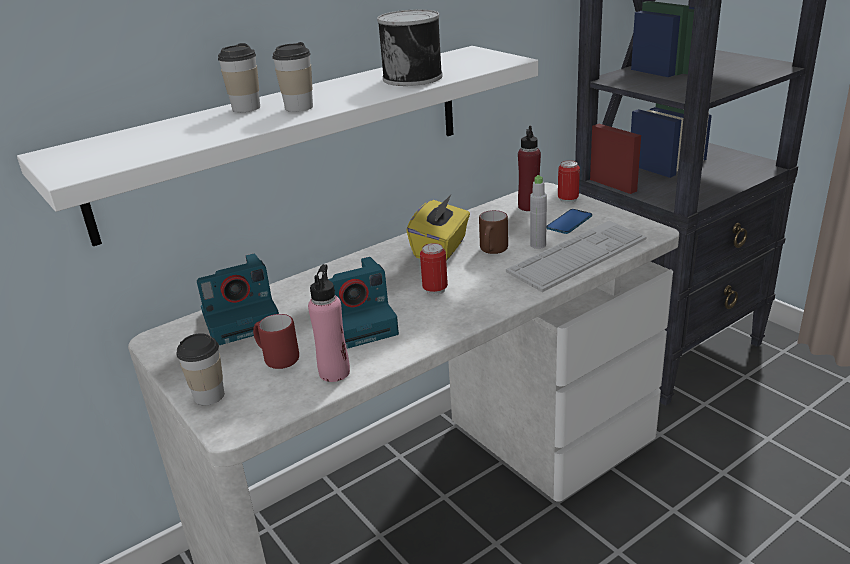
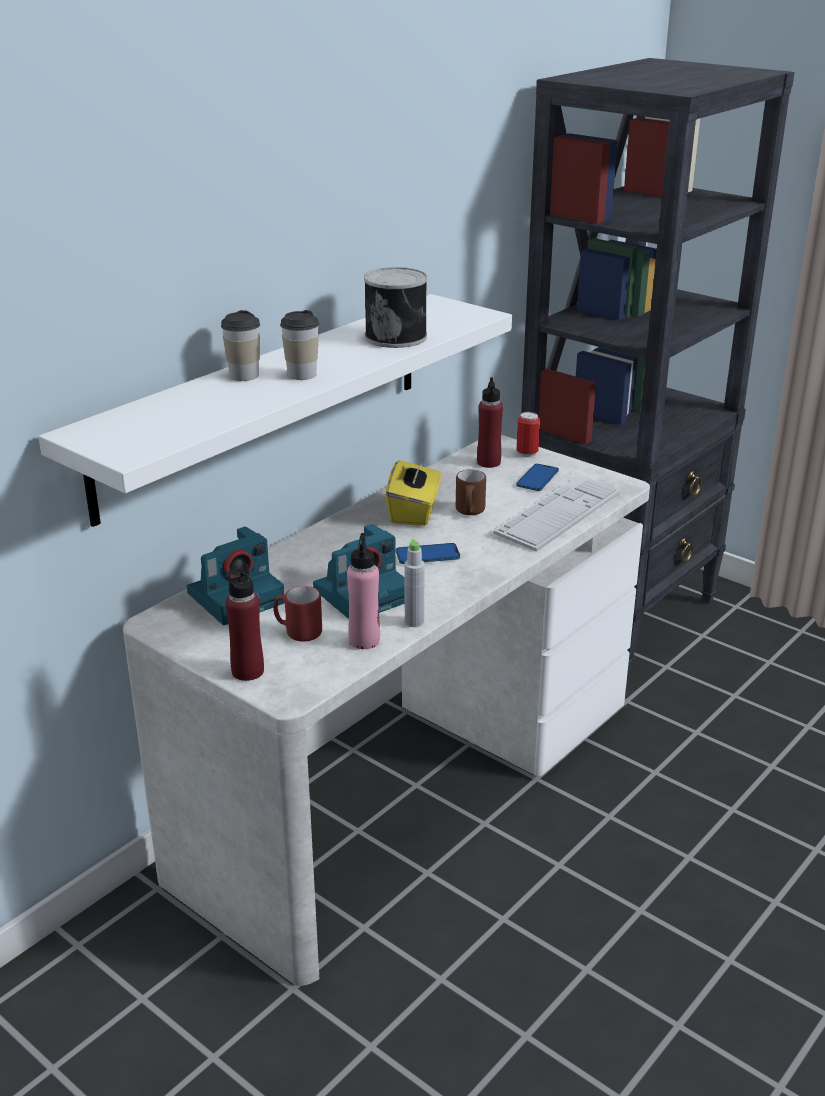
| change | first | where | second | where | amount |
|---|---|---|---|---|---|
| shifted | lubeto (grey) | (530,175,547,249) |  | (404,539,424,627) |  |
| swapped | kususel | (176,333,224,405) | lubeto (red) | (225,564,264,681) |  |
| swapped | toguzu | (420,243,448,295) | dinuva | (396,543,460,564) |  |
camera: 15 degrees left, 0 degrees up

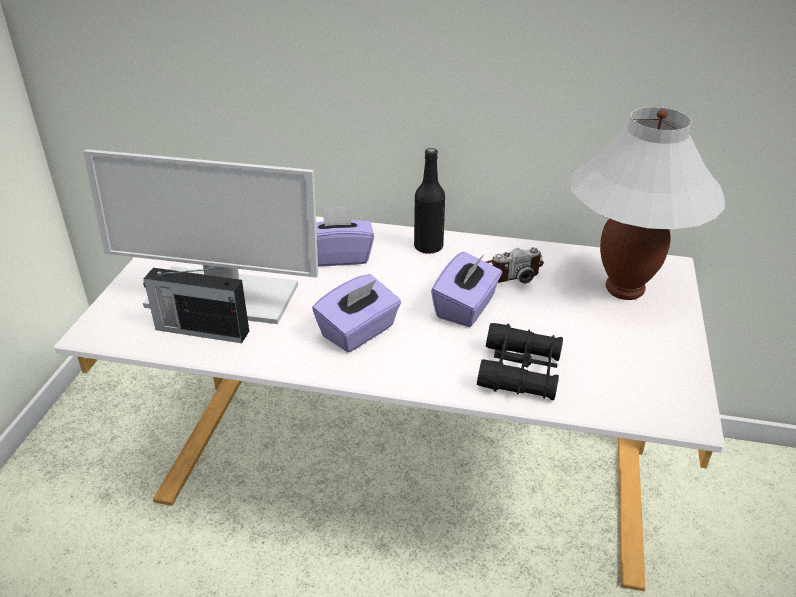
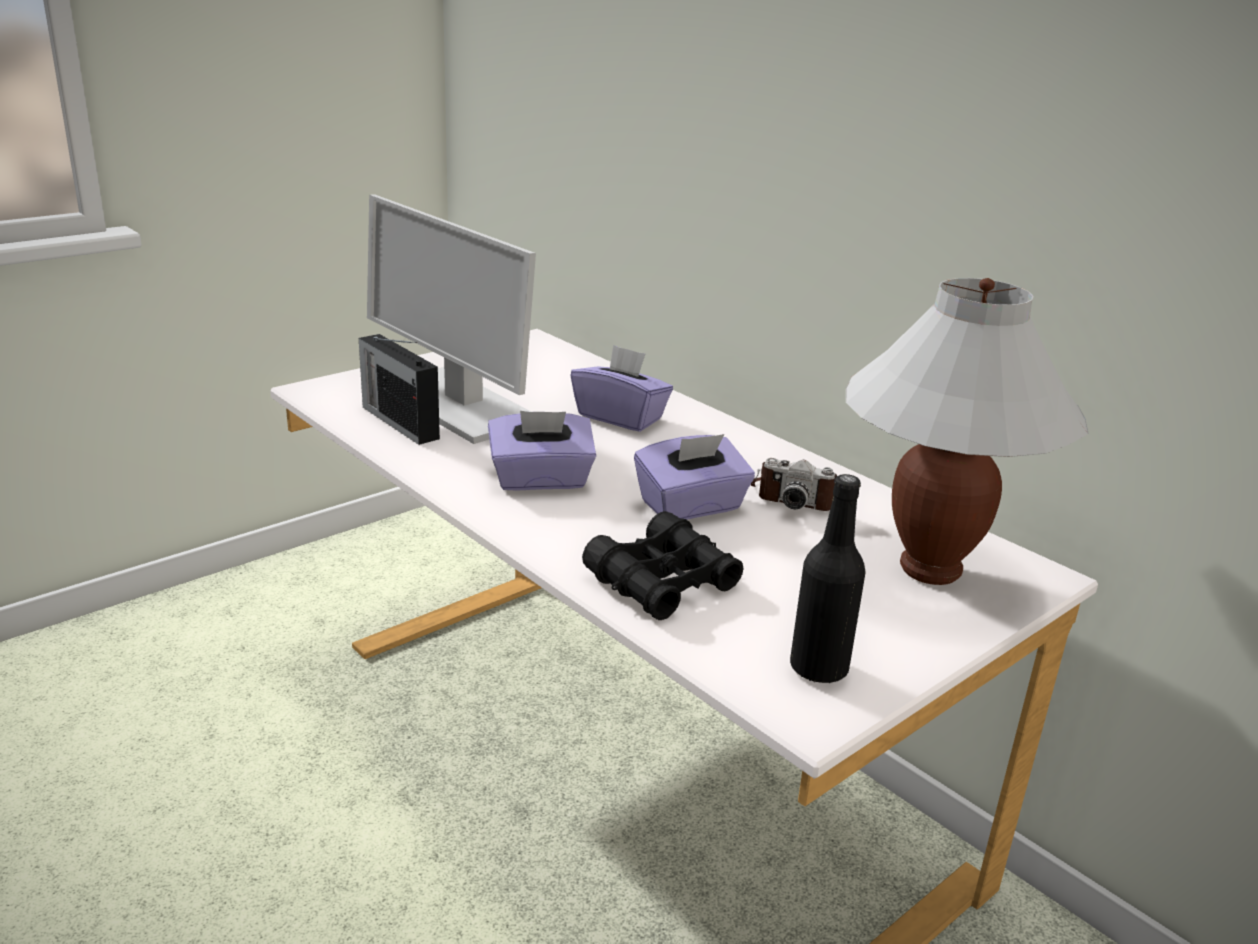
| change | first | where | second | where | amount |
|---|---|---|---|---|---|
| shifted | lubeto (black) | (414,148,445,254) |  | (790,474,865,683) |  |
camera: 35 degrees right, 10 degrees down

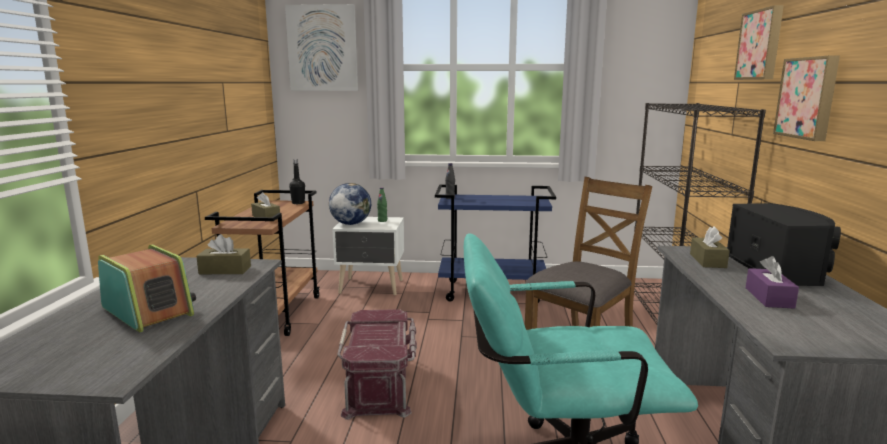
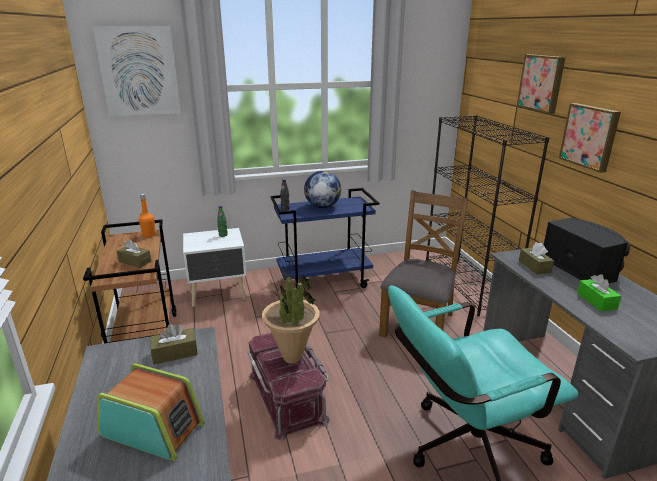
| change | first | where | second | where | amount |
|---|---|---|---|---|---|
| new |  |  | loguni | (262,266,319,364) |  |
| shifted | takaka | (329,183,371,225) |  | (304,171,341,208) |  |
| repainted | lubeto (black) | (289,159,305,204) | lubeto (orange) | (138,194,155,237) |  |
| repainted | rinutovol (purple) | (746,256,799,309) | rinutovol (green) | (577,274,621,312) |  |
camera: 20 degrees left, 10 degrees up

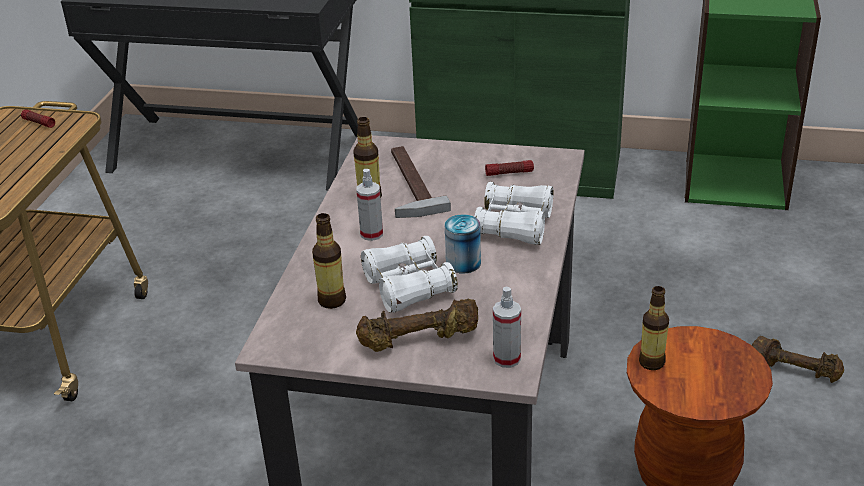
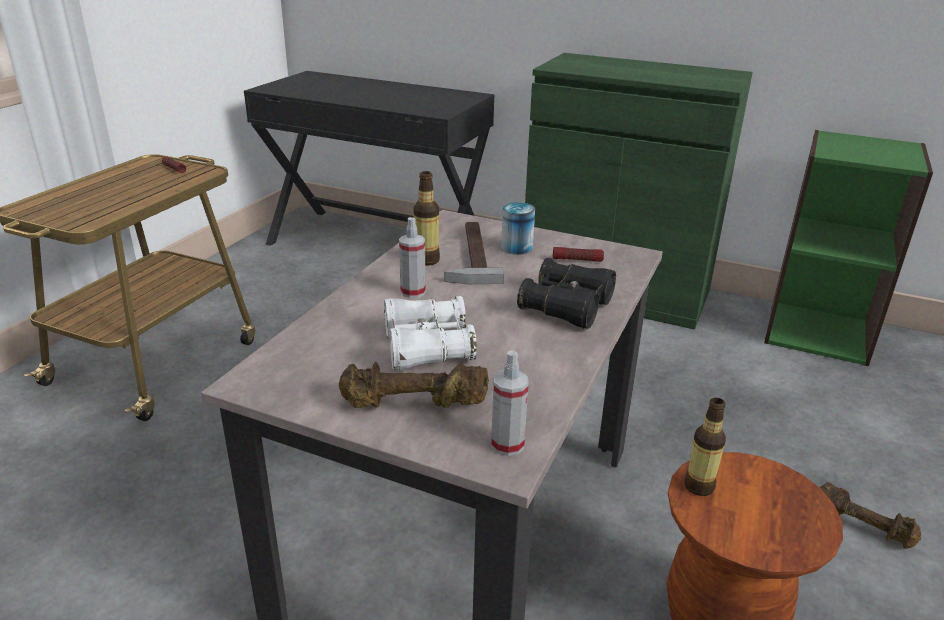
| change | first | where | second | where | amount |
|---|---|---|---|---|---|
| gone | lubeto | (312,213,346,309) |  |  |  |
| shifted | toguzu | (445,215,481,274) |  | (501,202,535,255) |  |
| repainted | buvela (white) | (475,182,553,245) | buvela (black) | (517,258,616,329) |  |
camera: 10 degrees right, 5 degrees down

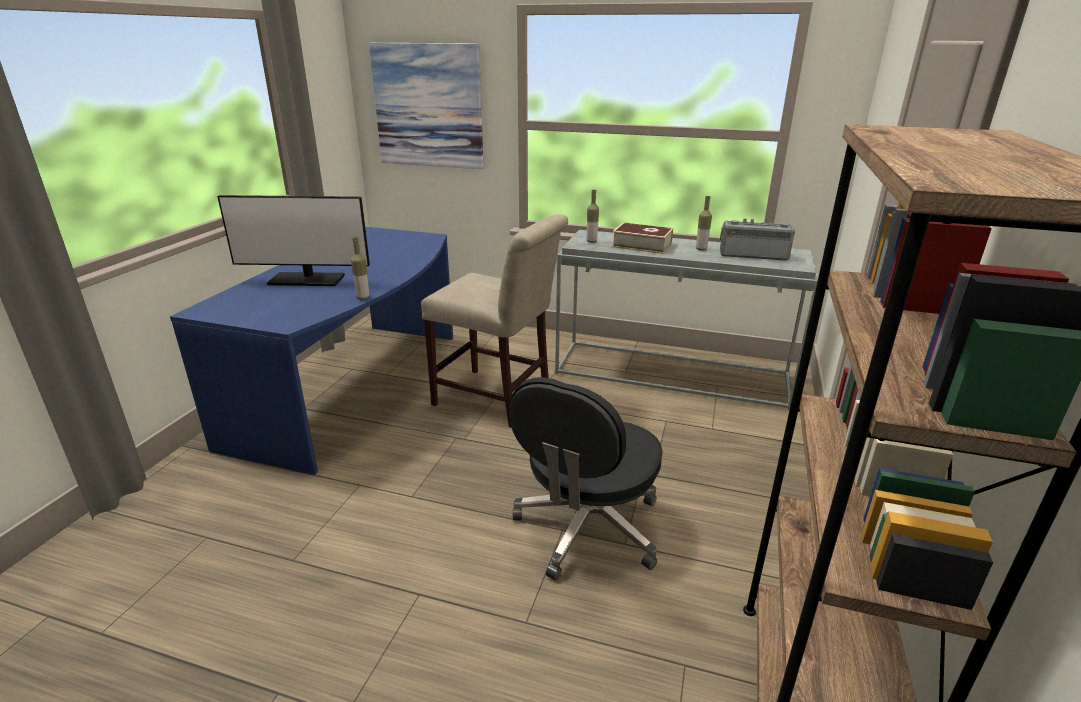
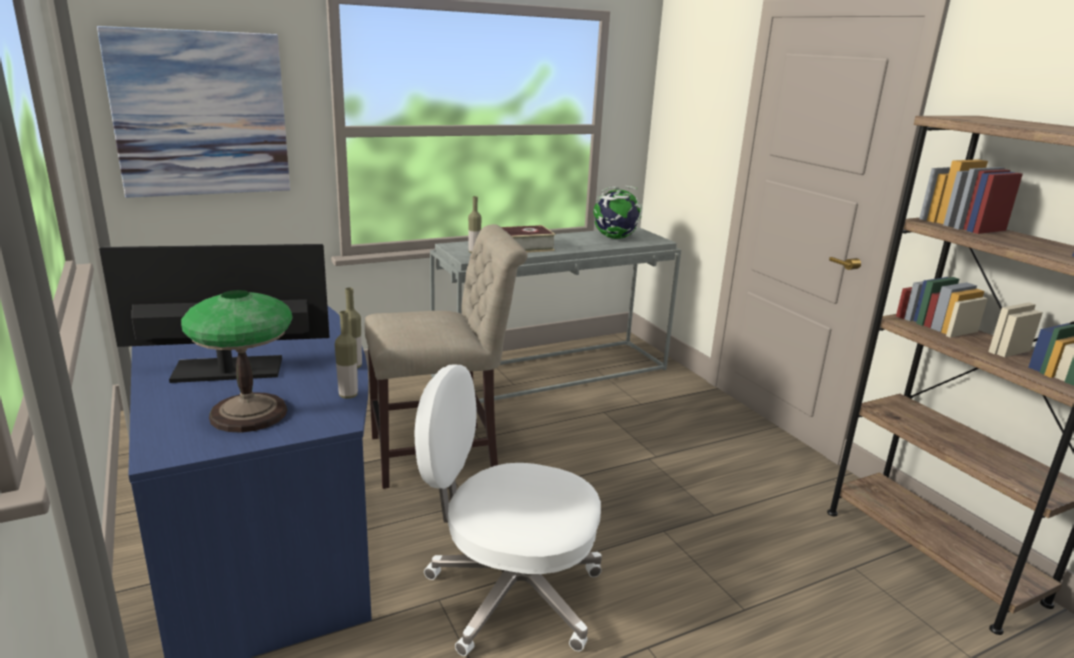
| change | first | where | second | where | amount |
|---|---|---|---|---|---|
| gone | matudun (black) | (509,377,662,581) |  |  |  |
| new |  |  | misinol | (181,290,293,433) |  |
| new |  |  | matudun (white) | (415,364,602,656) |  |
| shifted | lubeto | (696,196,712,251) |  | (335,311,358,399) |  |
| swapped | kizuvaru | (720,218,795,261) | takaka | (593,186,643,239) |  |
| rotated | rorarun | (217,195,370,286) |  | (99,244,330,383) | 150 degrees counterclockwise |
camera: 45 degrees left, 5 degrees down

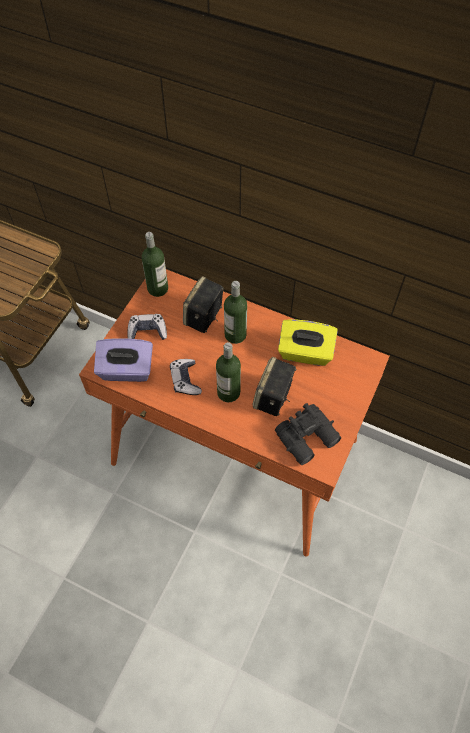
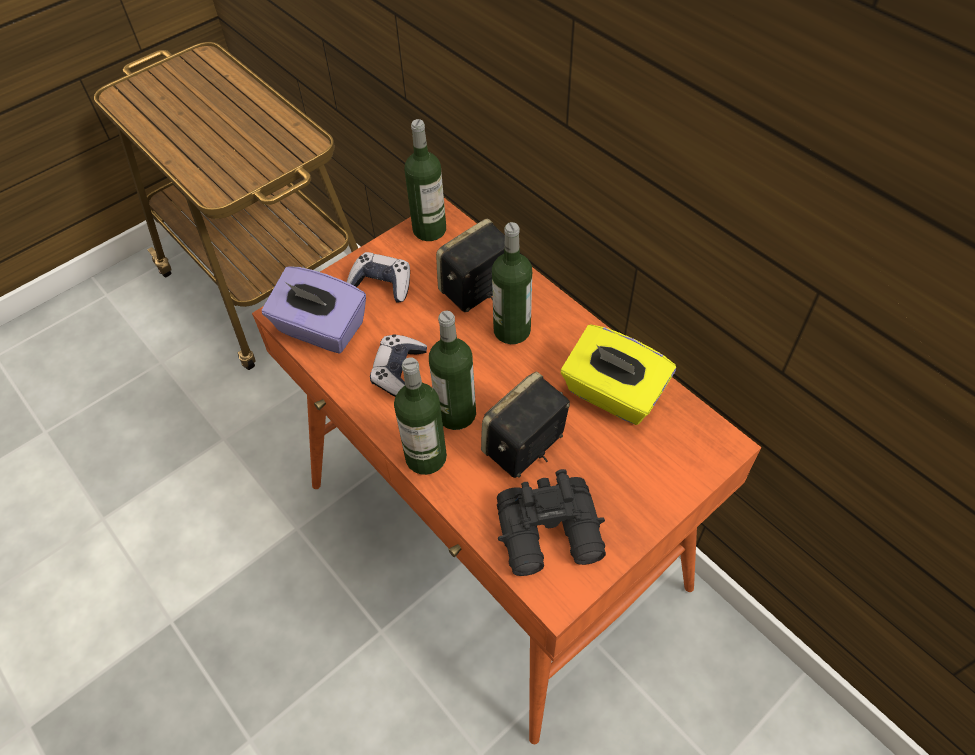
| change | first | where | second | where | amount |
|---|---|---|---|---|---|
| new |  |  | lubeto | (394,357,447,475) |  |
camera: 25 degrees right, 5 degrees down

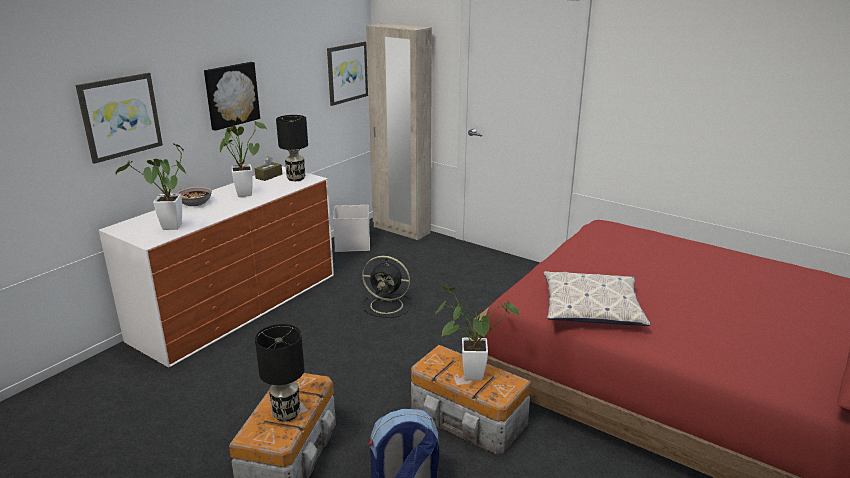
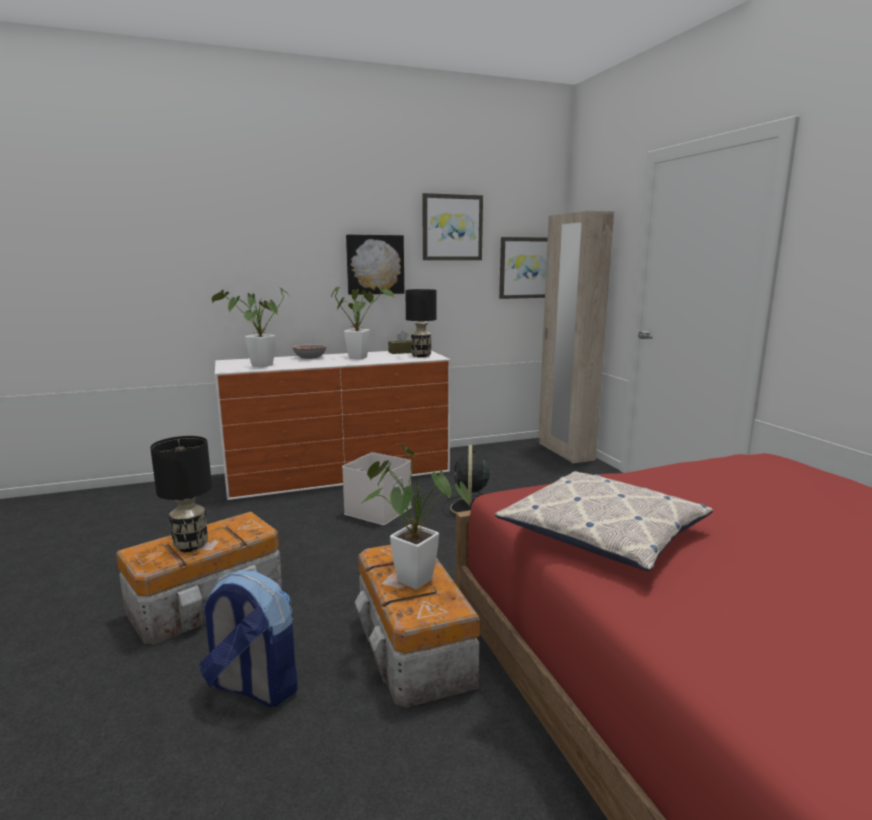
| change | first | where | second | where | amount |
|---|---|---|---|---|---|
| shifted | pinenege | (76,73,163,164) |  | (422,193,483,260) |  |
| shifted | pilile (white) | (333,205,370,252) |  | (342,452,412,525) |  |
| rotated | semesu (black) | (362,256,412,318) |  | (442,445,490,519) | 45 degrees clockwise |
camera: 35 degrees right, 10 degrees down

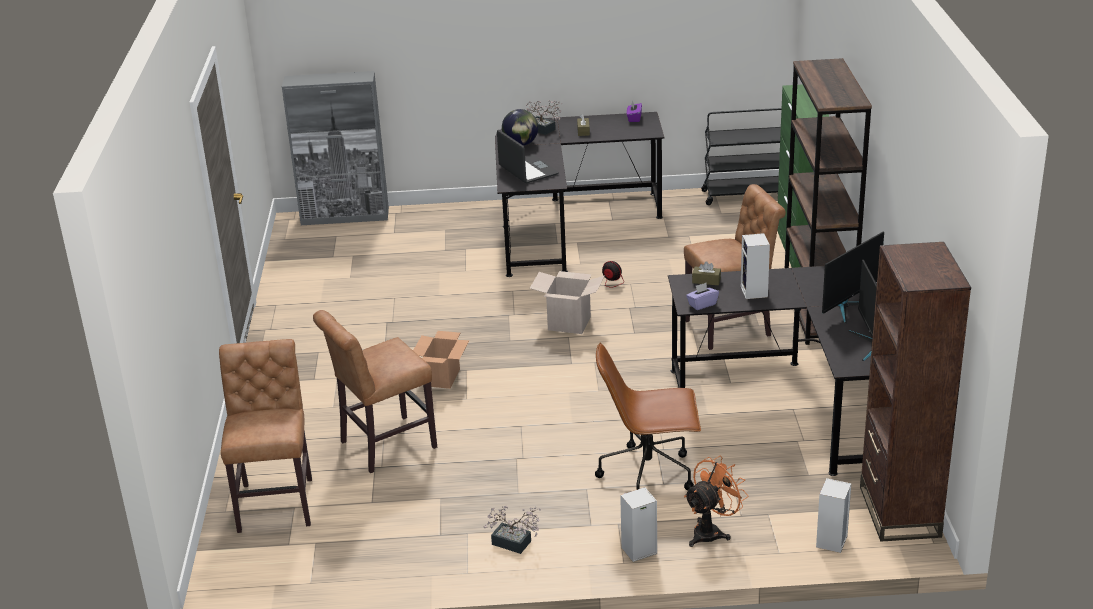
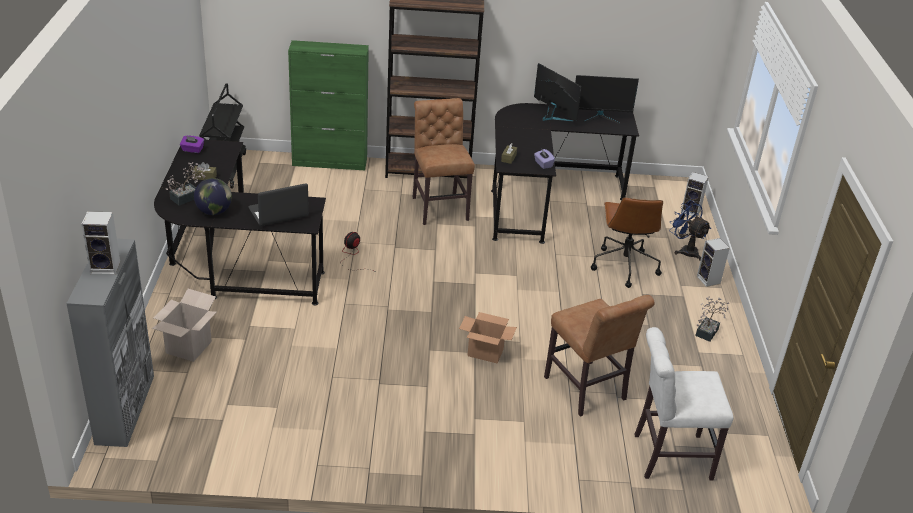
| change | first | where | second | where | amount |
|---|---|---|---|---|---|
| gone | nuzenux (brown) | (860,242,971,542) |  |  |  |
| shifted | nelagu | (530,271,605,334) |  | (152,289,216,362) |  |
| shifted | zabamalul | (741,233,770,299) |  | (81,211,120,275) |  |
| repainted | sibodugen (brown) | (219,339,312,533) | sibodugen (white) | (634,327,734,480) |  |
| repainted | semesu (orange) | (684,456,749,547) | semesu (blue) | (669,200,711,261) |  |
camera: 90 degrees left, 5 degrees up

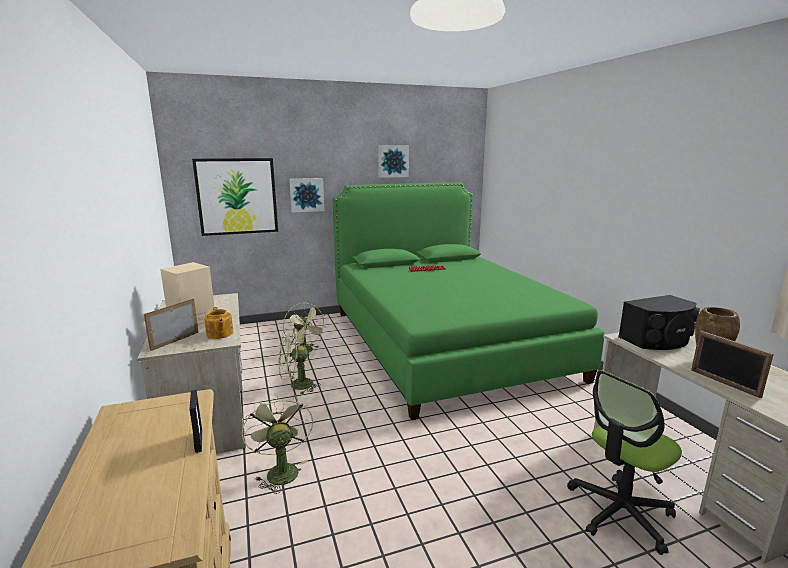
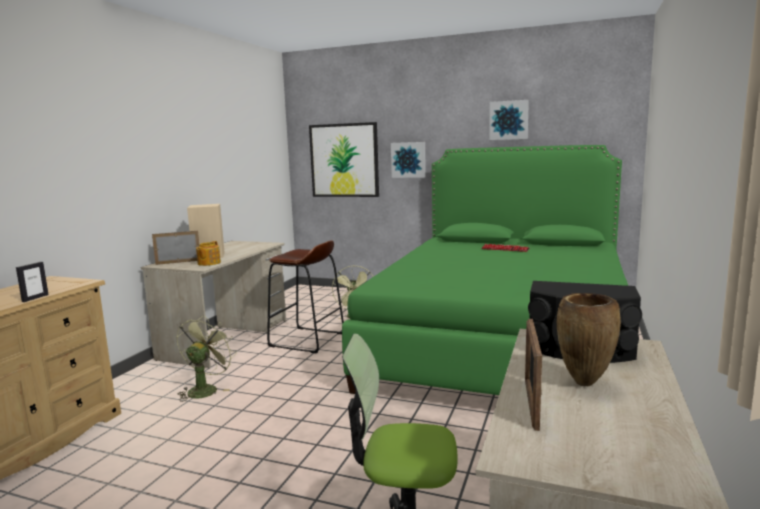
| change | first | where | second | where | amount |
|---|---|---|---|---|---|
| swapped | semesu (green) | (279,328,321,395) | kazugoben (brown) | (267,240,344,353) |  |
camera: 40 degrees right, 5 degrees down

